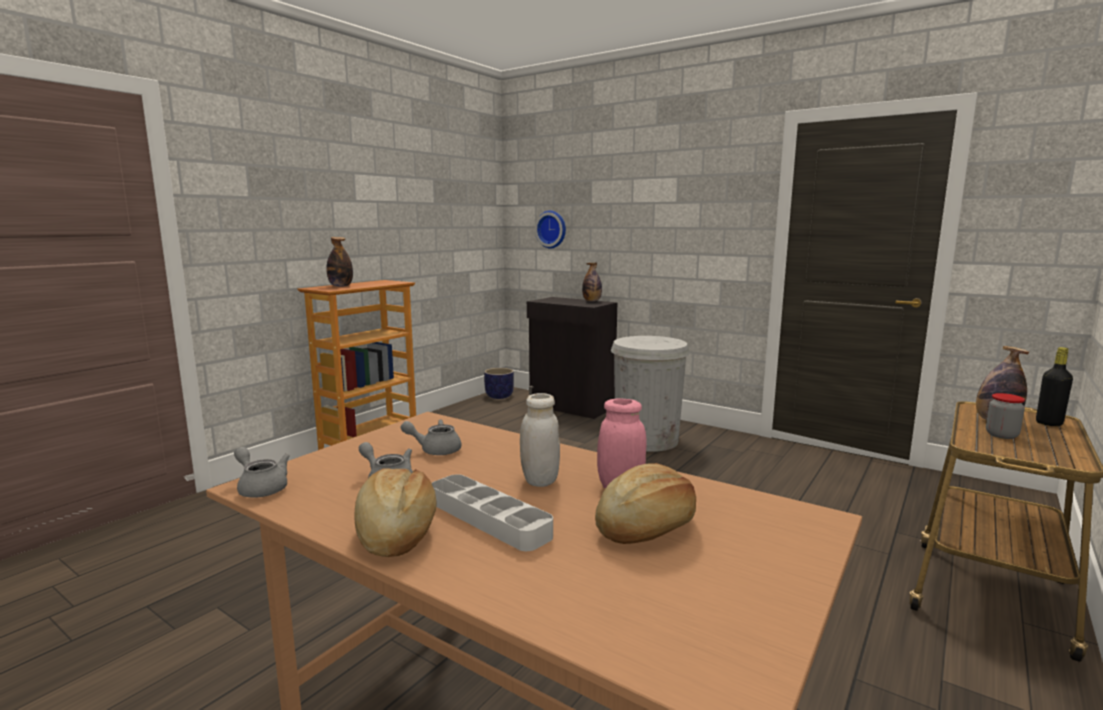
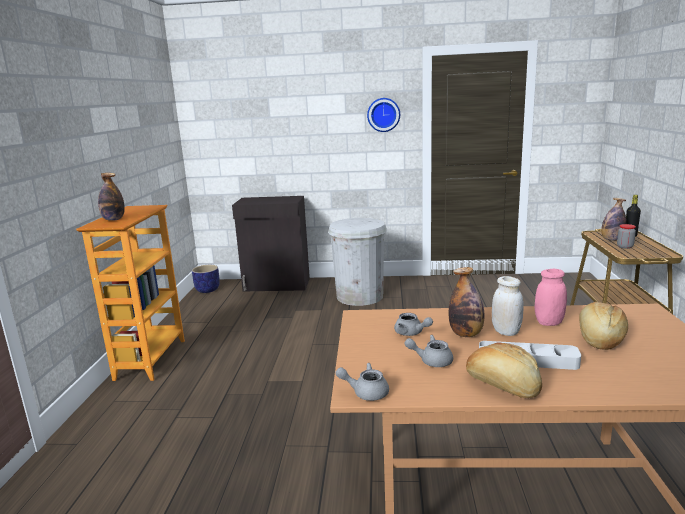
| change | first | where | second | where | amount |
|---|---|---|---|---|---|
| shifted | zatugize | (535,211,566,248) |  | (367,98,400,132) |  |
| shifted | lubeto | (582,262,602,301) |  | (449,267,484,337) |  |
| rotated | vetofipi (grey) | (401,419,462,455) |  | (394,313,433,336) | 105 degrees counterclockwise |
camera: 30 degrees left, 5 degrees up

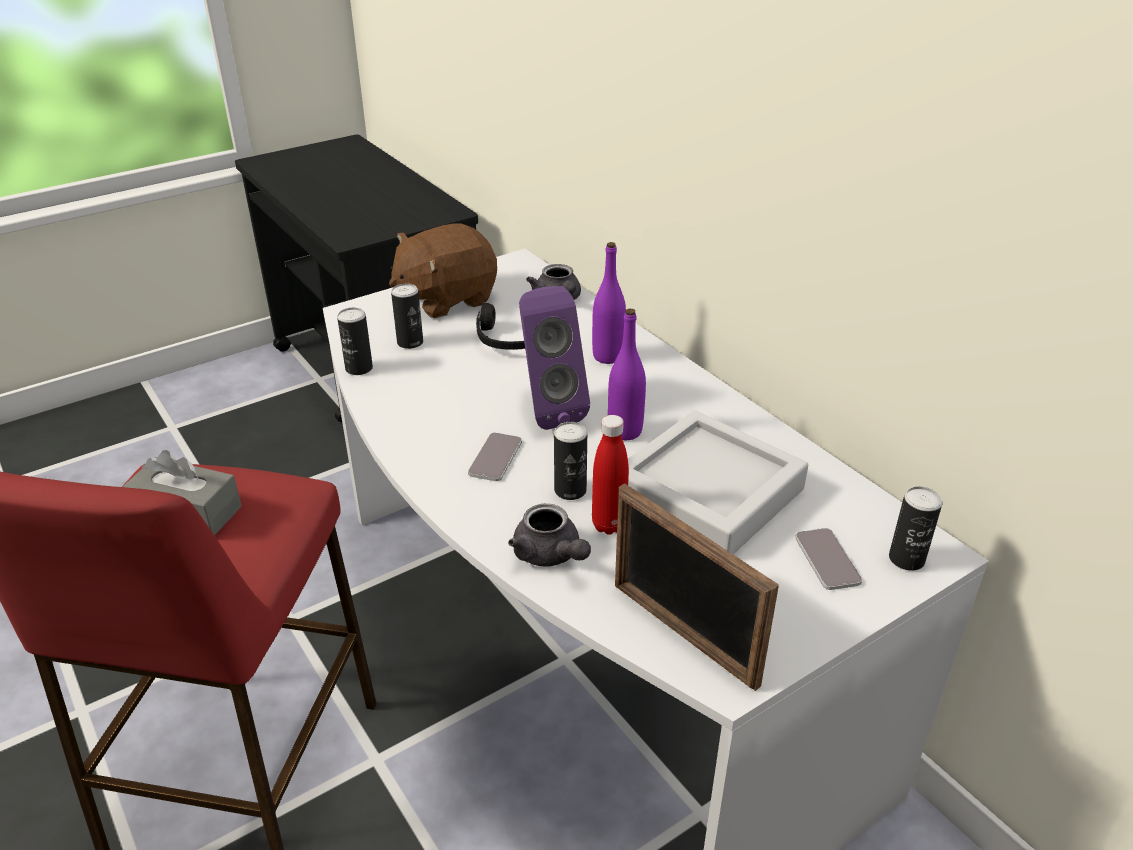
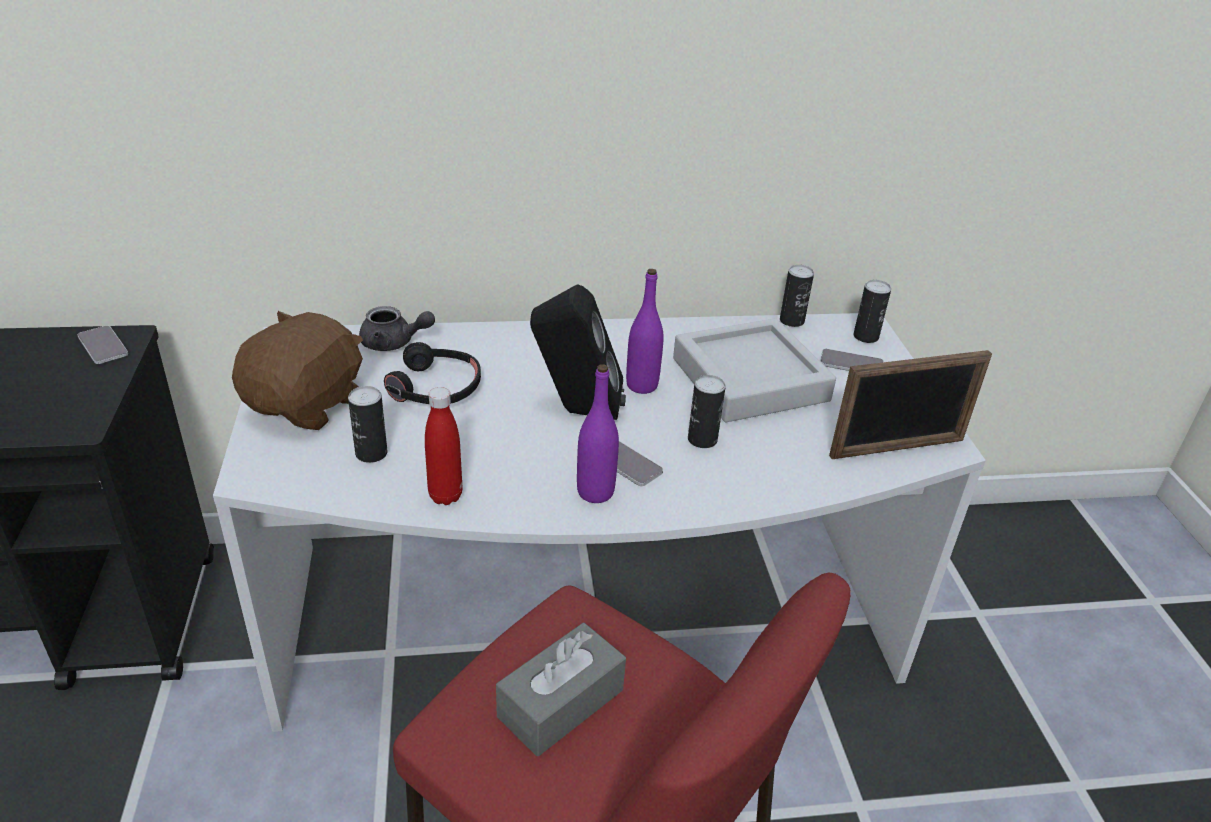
| change | first | where | second | where | amount |
|---|---|---|---|---|---|
| gone | vetofipi (grey) | (508,504,591,566) |  |  |  |
| new |  |  | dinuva | (78,326,128,364) |  |
| shifted | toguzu | (337,308,373,375) |  | (780,265,814,327) |  |
| shifted | lubeto (purple) | (592,242,626,364) |  | (577,364,619,503) |  |
| shifted | lubeto (red) | (592,415,629,535) |  | (425,387,462,505) |  |
| repainted | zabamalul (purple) | (519,286,590,430) | zabamalul (black) | (530,284,626,420) |  |
| rotated | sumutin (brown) | (389,223,497,318) |  | (232,311,363,430) | 150 degrees counterclockwise |
camera: 65 degrees left, 0 degrees up

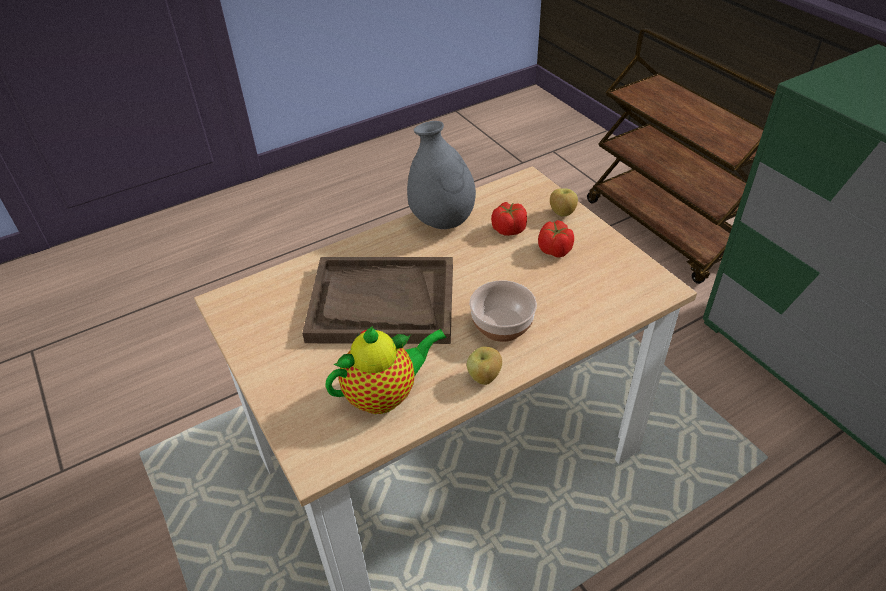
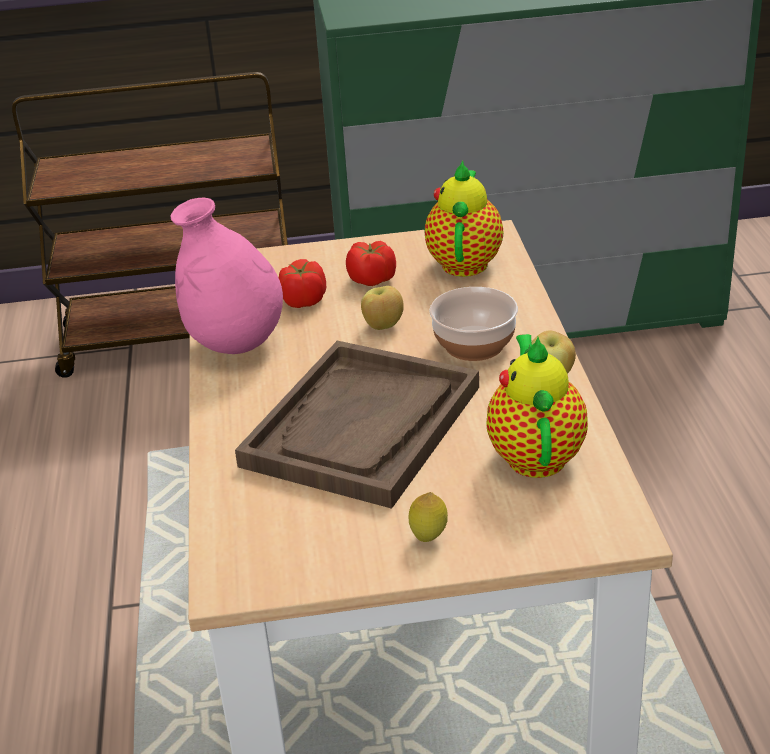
| change | first | where | second | where | amount |
|---|---|---|---|---|---|
| new |  |  | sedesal | (409,492,448,542) |  |
| new |  |  | vetofipi | (425,161,503,277) |  |
| shifted | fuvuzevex | (550,189,578,217) |  | (361,286,404,330) |  |
| repainted | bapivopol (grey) | (407,121,476,229) | bapivopol (pink) | (171,197,283,354) |  |
camera: 65 degrees left, 10 degrees down

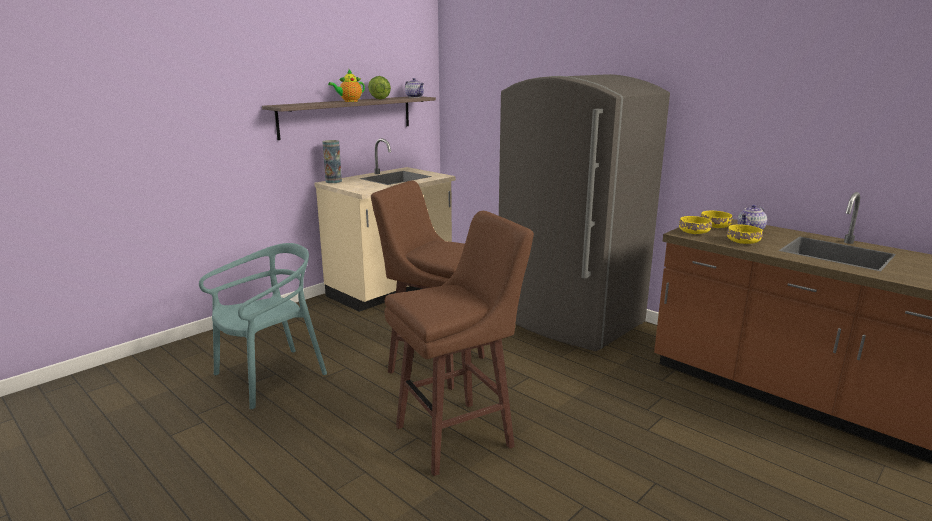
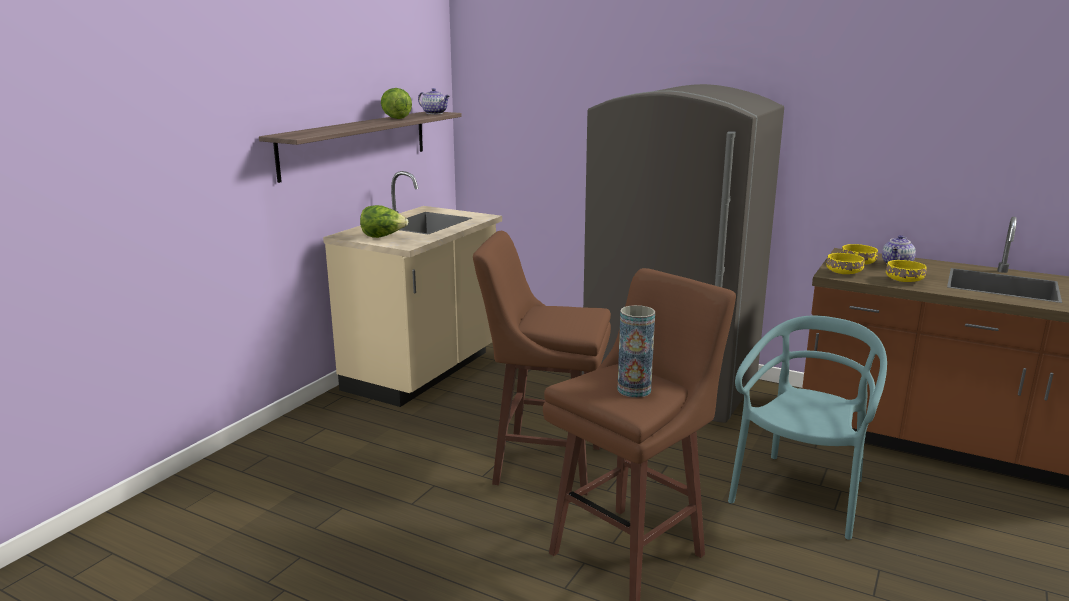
| change | first | where | second | where | amount |
|---|---|---|---|---|---|
| gone | vetofipi | (328,70,365,102) |  |  |  |
| new |  |  | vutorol | (360,205,408,238) |  |
| shifted | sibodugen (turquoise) | (199,243,327,409) |  | (728,315,887,540) |  |
| shifted | bapivopol | (322,140,342,183) |  | (617,305,655,398) |  |
camera: 15 degrees left, 0 degrees up

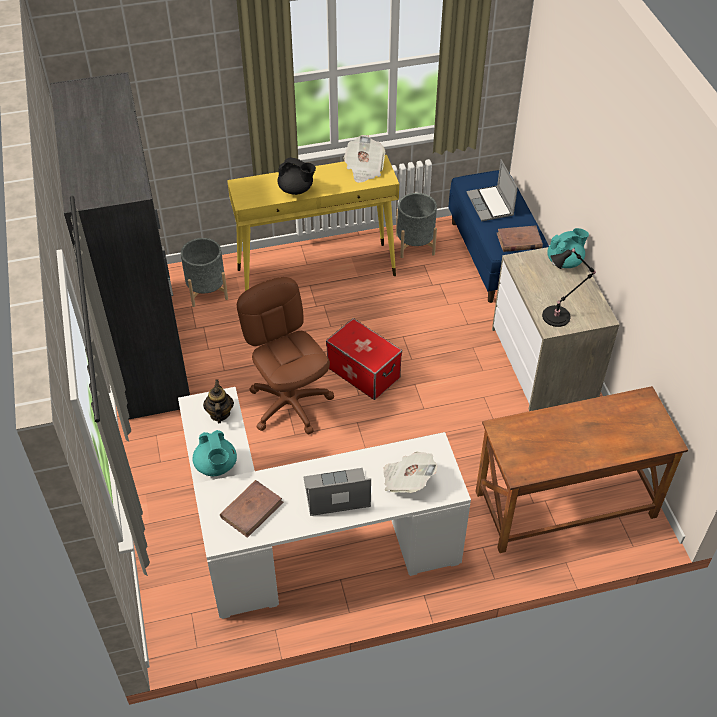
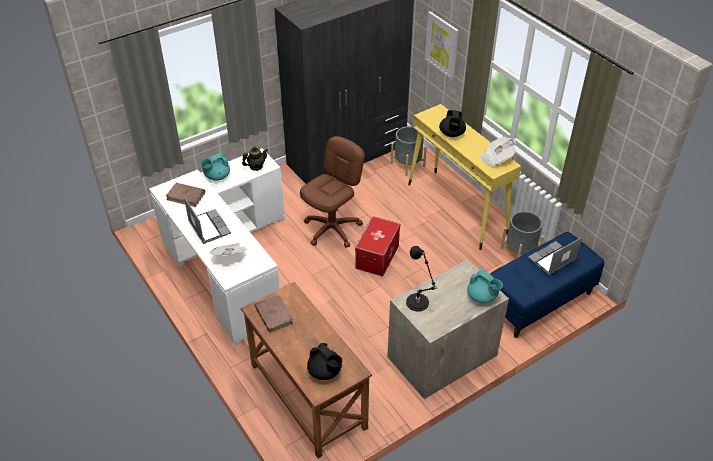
| change | first | where | second | where | amount |
|---|---|---|---|---|---|
| new |  |  | vetofipi (black) | (307,343,342,380) |  |
| new |  |  | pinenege | (425,11,459,79) |  |
| shifted | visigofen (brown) | (497,225,543,252) |  | (254,295,294,333) |  |
camera: 70 degrees right, 5 degrees down

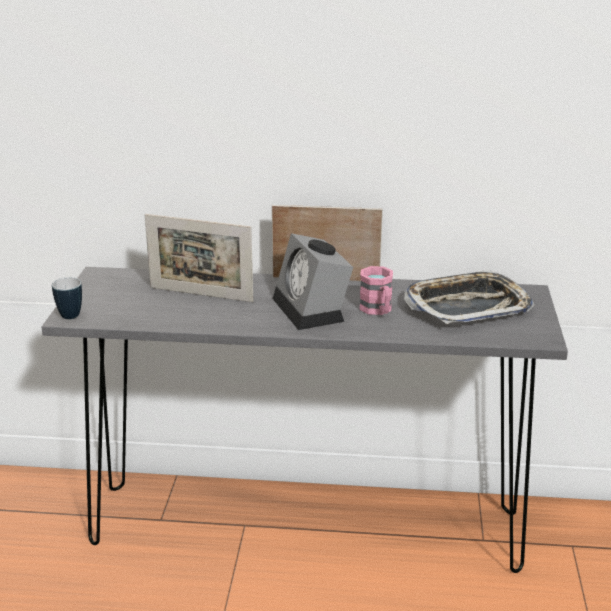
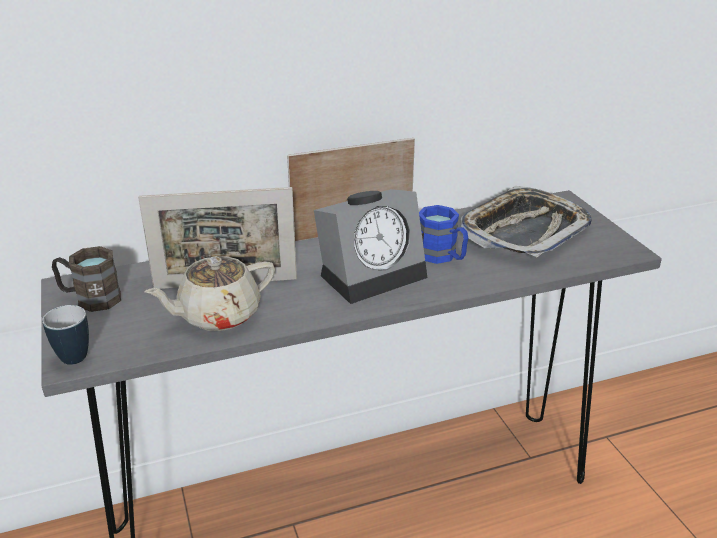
| change | first | where | second | where | amount |
|---|---|---|---|---|---|
| new |  |  | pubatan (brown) | (52,246,121,312) |  |
| new |  |  | vetofipi (beige) | (144,256,275,331) |  |
| repainted | pubatan (pink) | (359,266,393,315) | pubatan (blue) | (419,205,468,264) |  |
| rotated | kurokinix | (273,233,353,330) |  | (314,189,427,304) | 75 degrees counterclockwise |
camera: 25 degrees left, 5 degrees up

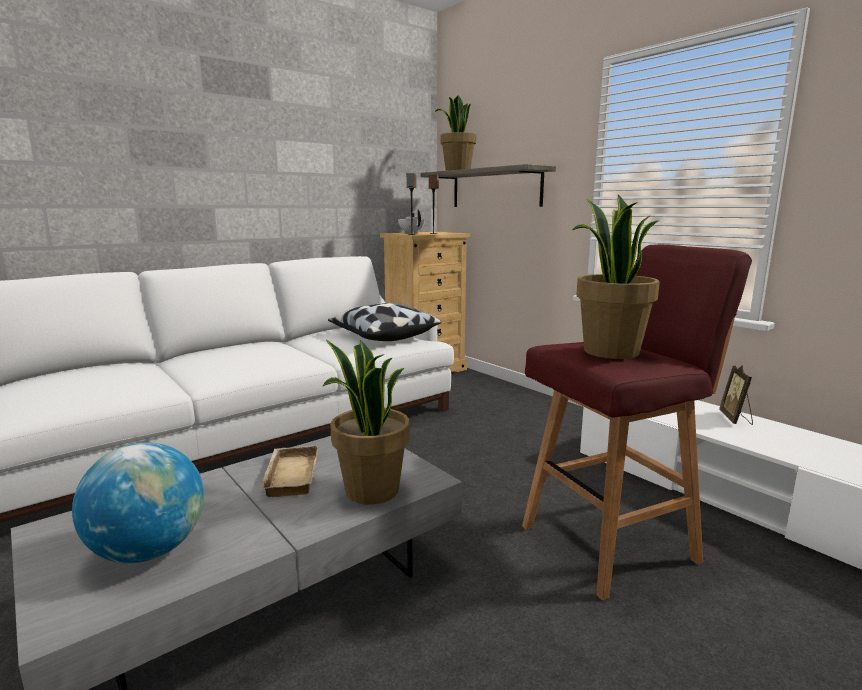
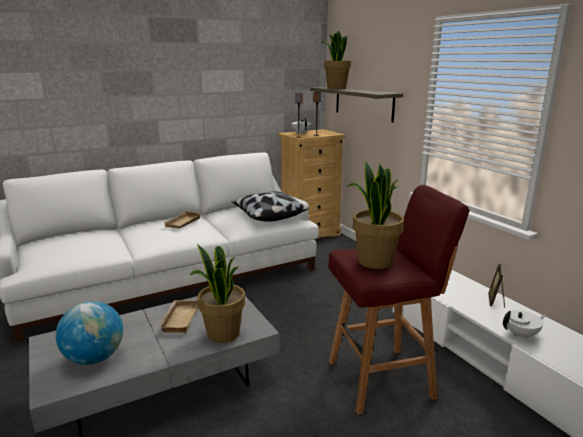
| change | first | where | second | where | amount |
|---|---|---|---|---|---|
| new |  |  | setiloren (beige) | (163,210,203,229) |  |
| new |  |  | vetofipi (white) | (503,310,546,340) |  |
camera: 10 degrees right, 5 degrees up

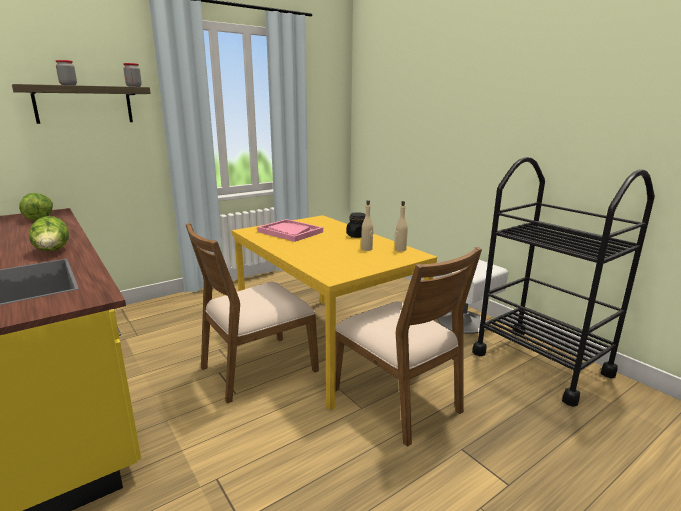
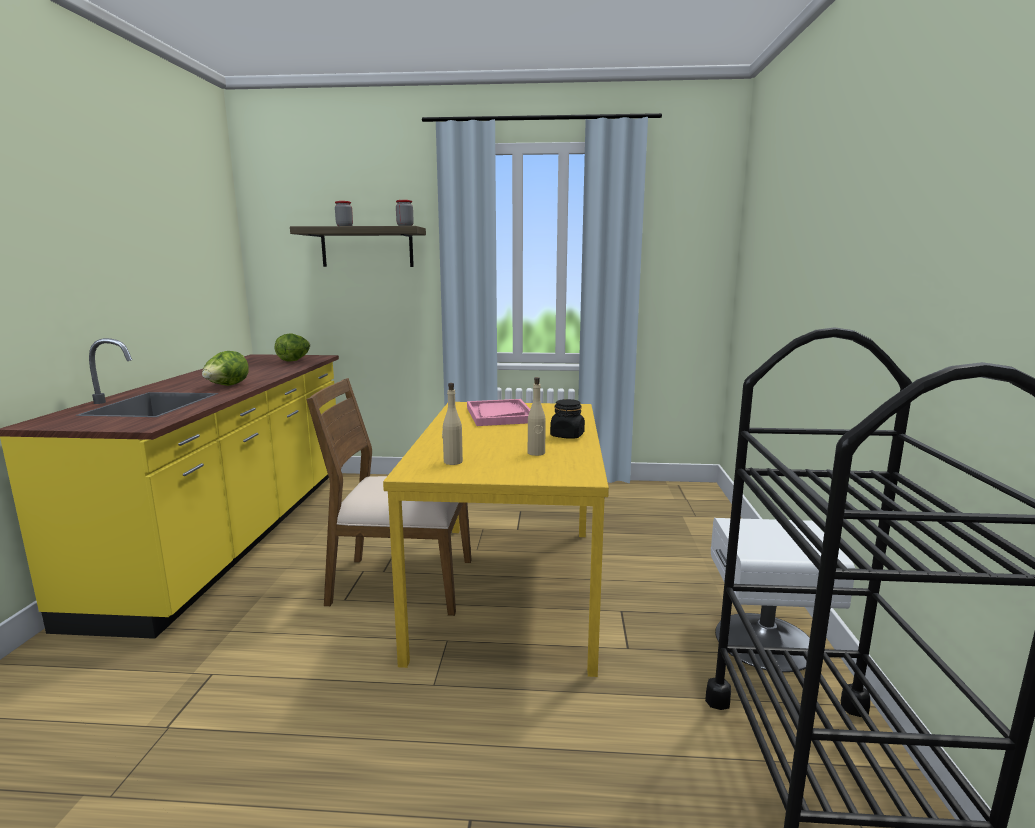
| change | first | where | second | where | amount |
|---|---|---|---|---|---|
| gone | sibodugen (brown) | (335,247,482,447) |  |  |  |
| shifted | lubeto (beige) | (395,201,408,252) |  | (442,383,463,465) |  |
camera: 40 degrees right, 5 degrees down

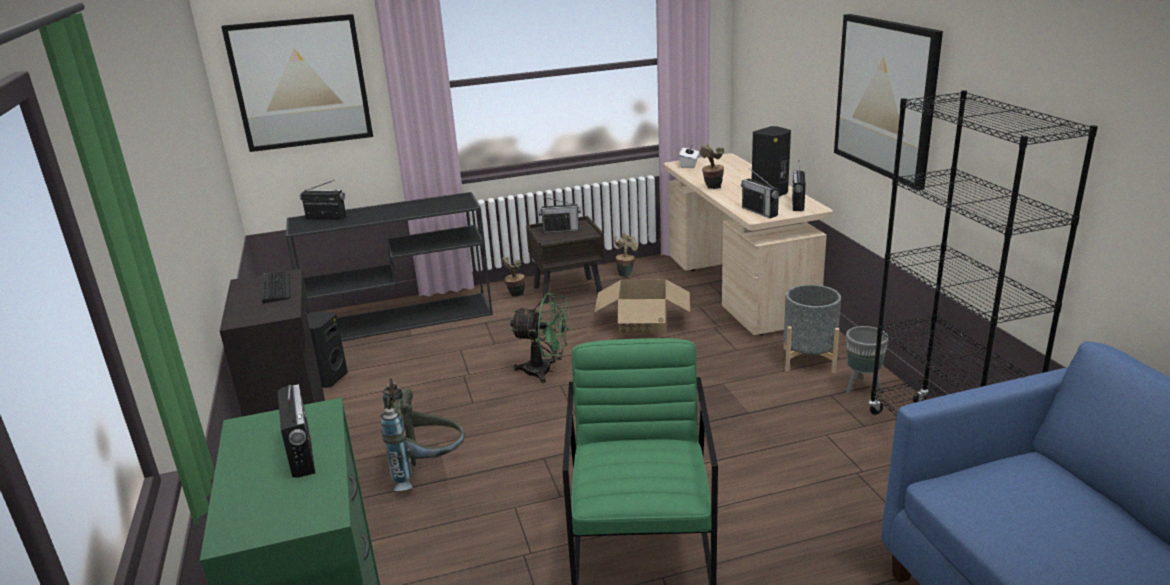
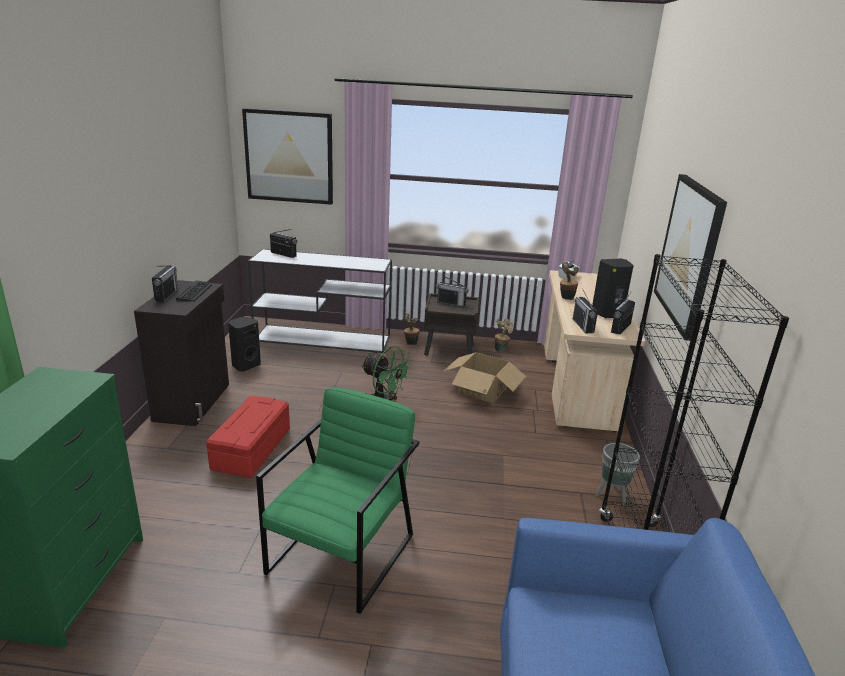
| change | first | where | second | where | amount |
|---|---|---|---|---|---|
| gone | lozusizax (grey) | (783,284,841,373) |  |  |  |
| shifted | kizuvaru | (278,384,315,478) |  | (152,265,178,302) |  |
| swapped | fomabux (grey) | (381,378,465,491) | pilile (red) | (206,396,290,478) |  |
| repainted | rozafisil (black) | (286,192,493,341) | rozafisil (white) | (248,249,392,353) |  |
camera: 20 degrees right, 0 degrees up

